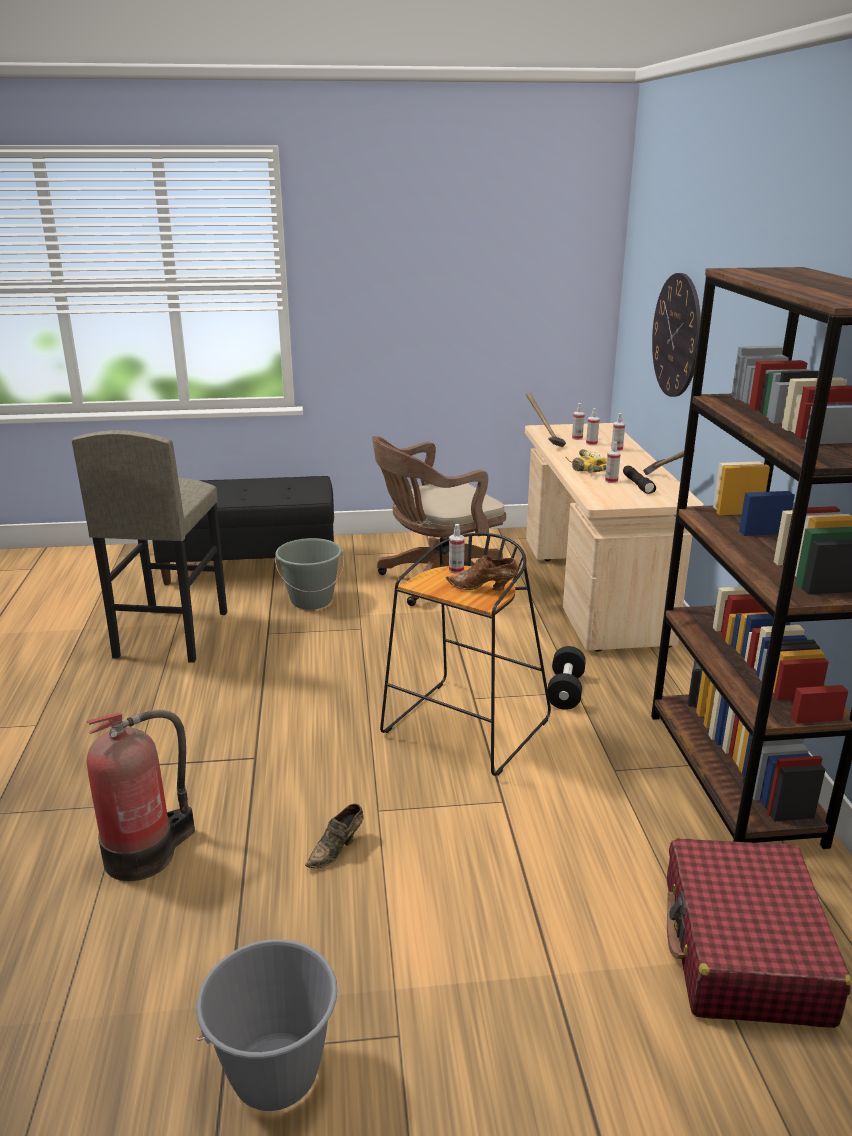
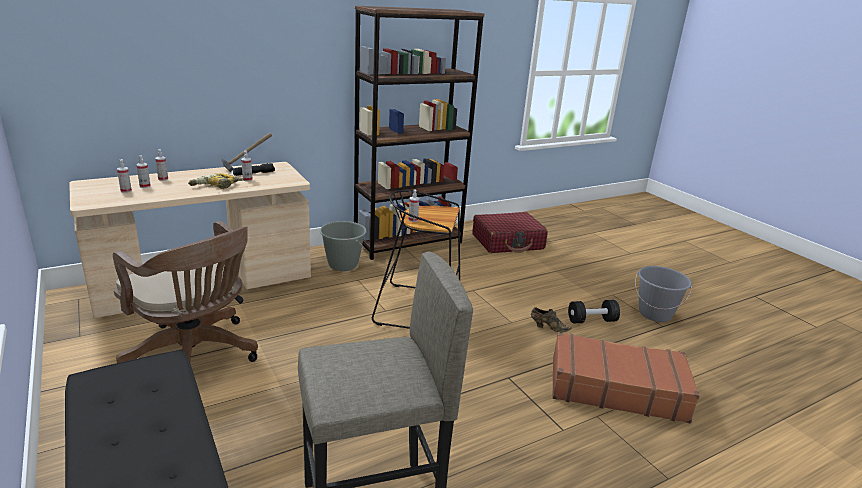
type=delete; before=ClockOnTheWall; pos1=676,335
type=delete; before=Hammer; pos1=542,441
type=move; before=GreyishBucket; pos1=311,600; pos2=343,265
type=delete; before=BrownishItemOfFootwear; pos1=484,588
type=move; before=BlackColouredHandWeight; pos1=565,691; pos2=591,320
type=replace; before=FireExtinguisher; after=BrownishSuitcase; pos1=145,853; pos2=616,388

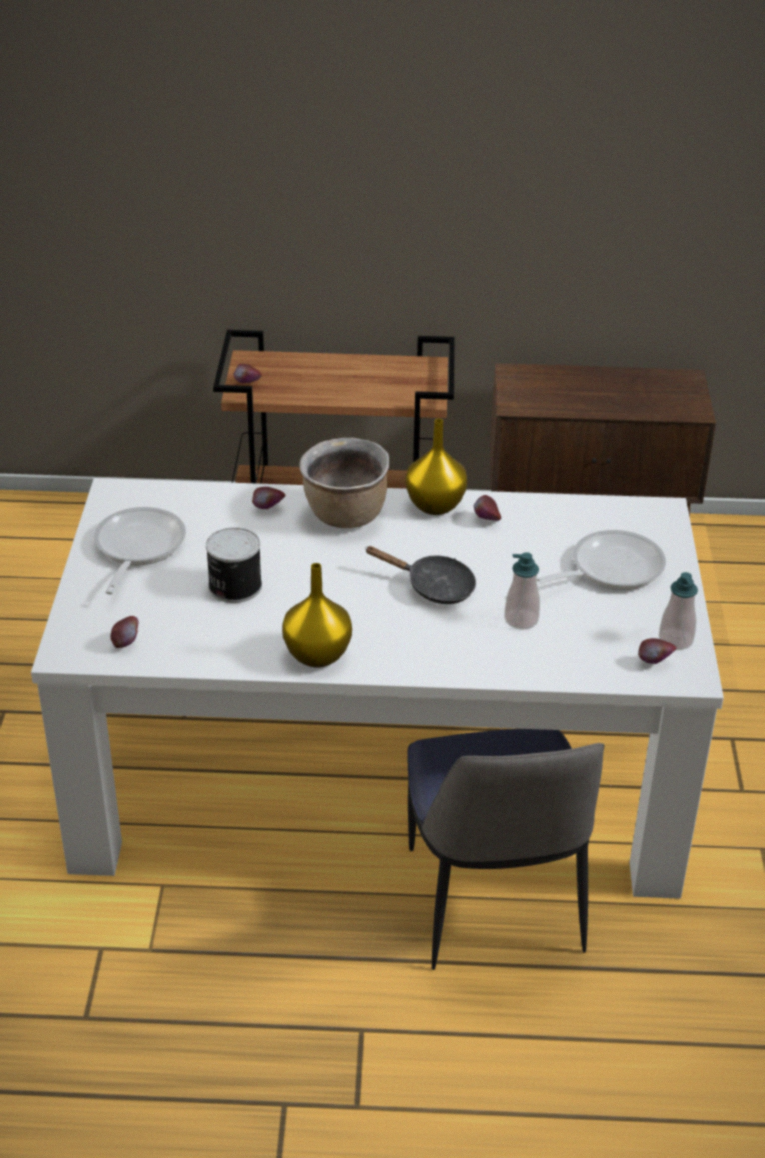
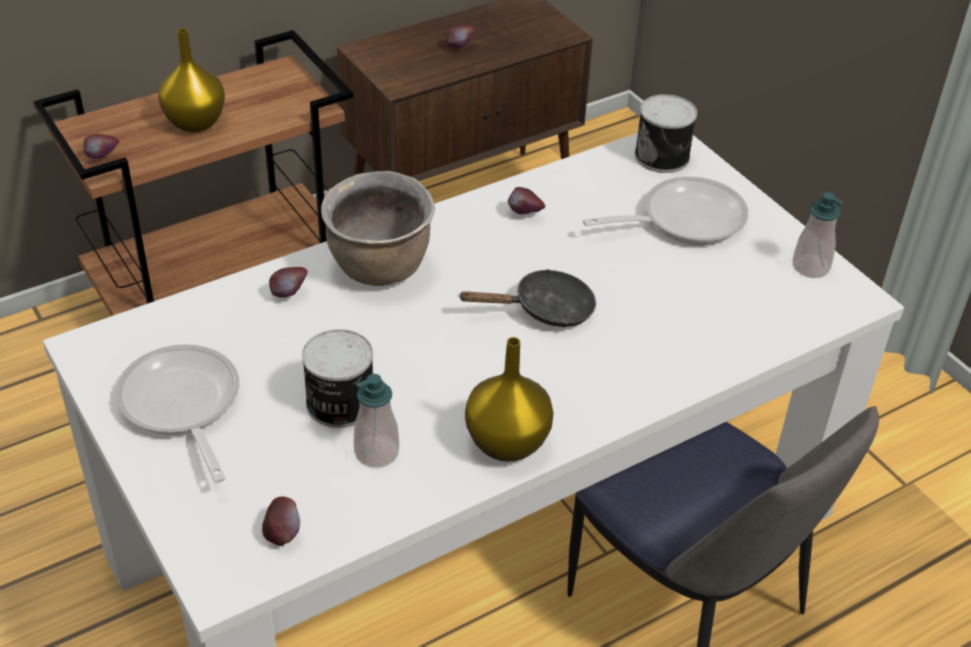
type=move; before=YellowColouredVase; pos1=434,505; pos2=194,122
type=rotate; before=Pan; pos1=609,569; pos2=683,219; turn=45
type=move; before=SoapDispenser; pos1=521,620; pos2=376,452
type=move; before=WholeApple; pos1=654,663; pos2=460,47
type=insert; after=SealedCan; pos2=663,156

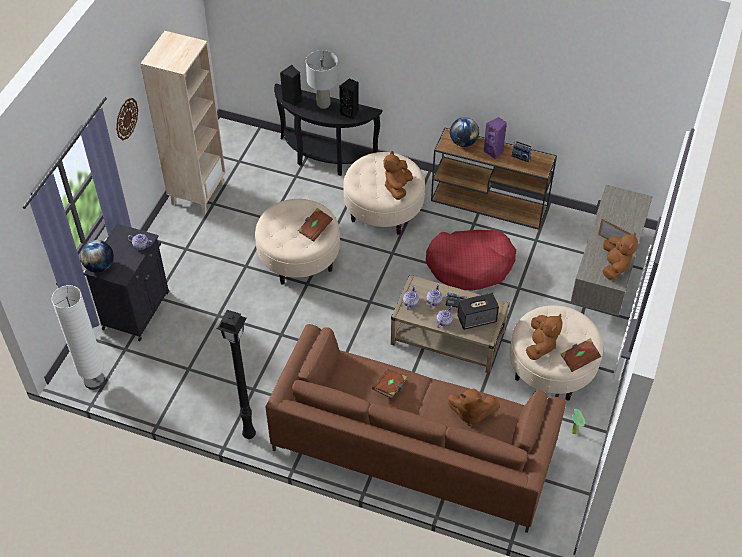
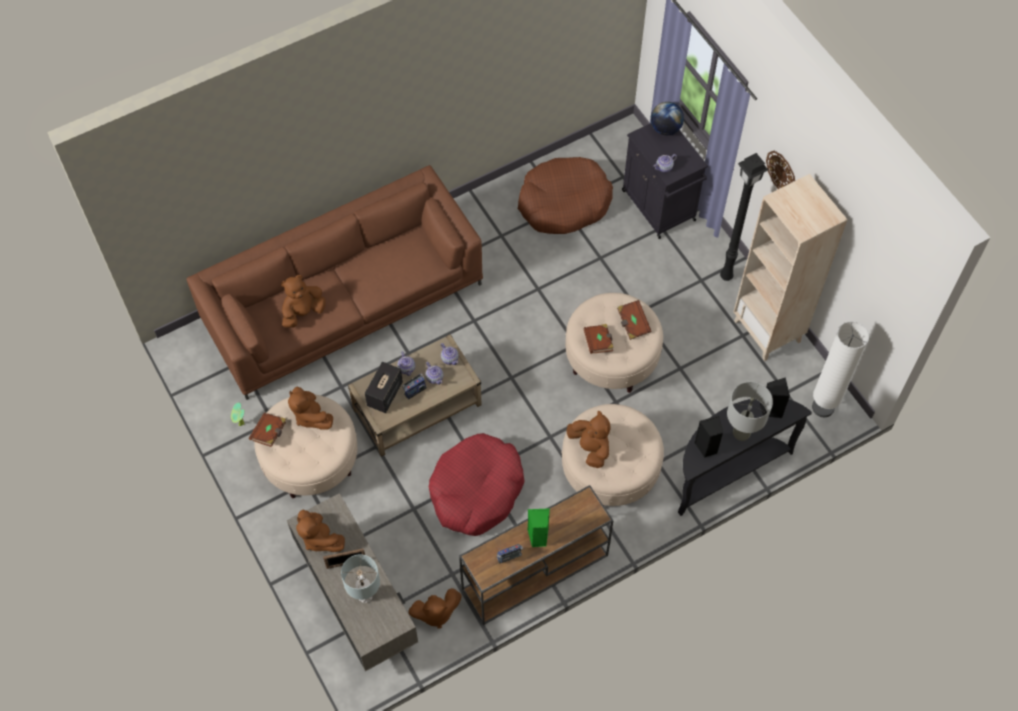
type=delete; before=Globe; pos1=463,142
type=recolor; before=PurpleSpeaker; after=GreenSpeaker; pos1=494,152; pos2=538,537
type=move; before=WhitishFloorLamp; pos1=94,381; pos2=823,407
type=move; before=BlackColouredFloorLamp; pos1=248,435; pos2=726,275
type=move; before=BrownishBook; pos1=390,387; pos2=633,324
type=insert; after=BrownishPetBed; pos2=563,203
type=insert; after=GreyishTableLamp; pos2=365,595
type=insert; after=BrownishCuddlyToy; pos2=435,613

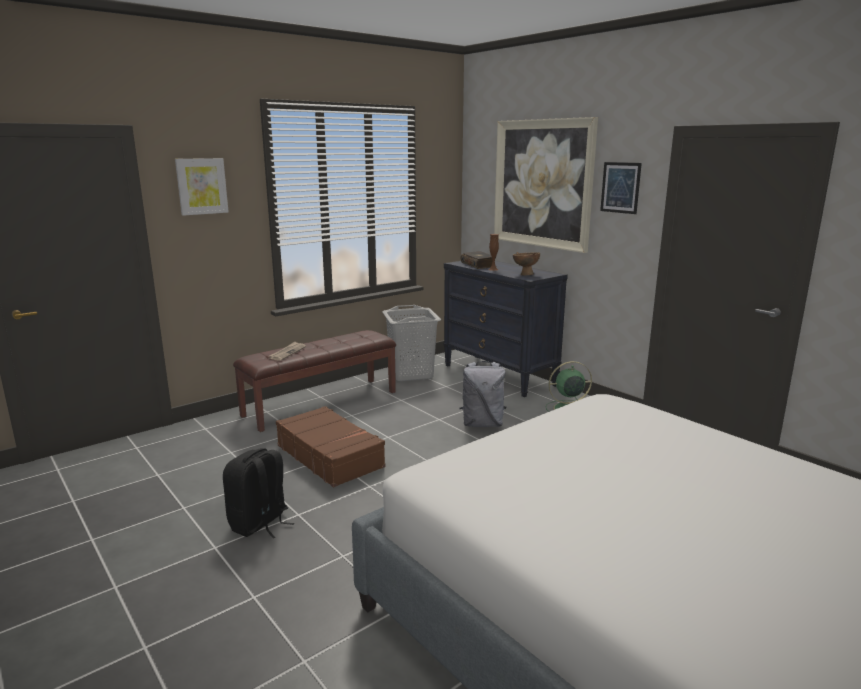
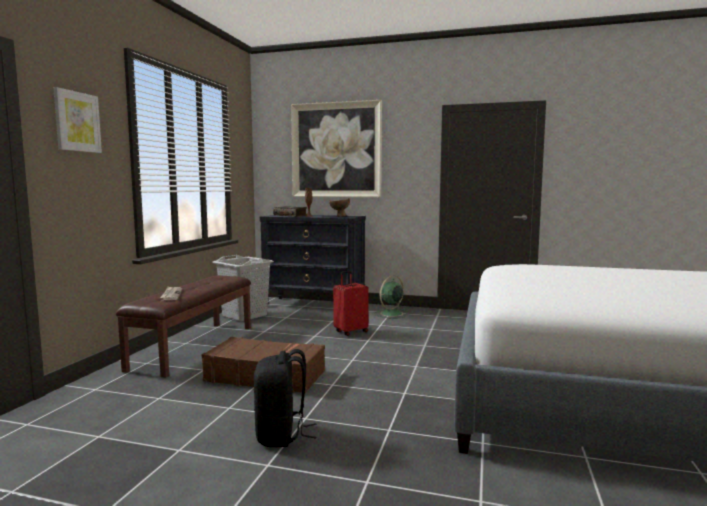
type=delete; before=WallArt; pos1=620,187
type=replace; before=GreyishBackpack; after=RedSuitcase; pos1=482,424; pos2=350,332

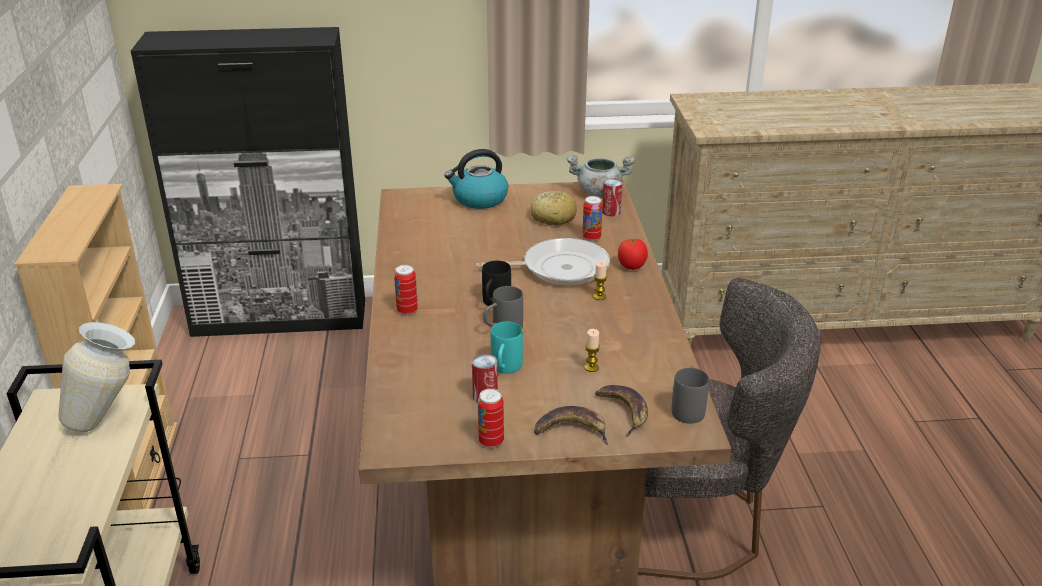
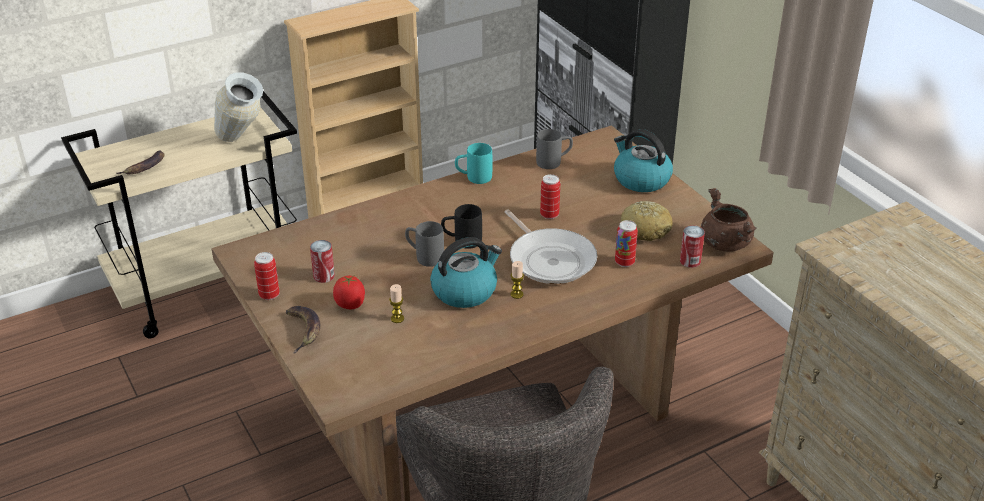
type=recolor; before=GreyishSaucepot; after=BrownishSaucepot; pos1=599,193; pos2=724,243
type=move; before=Tomato; pos1=632,266; pos2=350,304
type=move; before=SealedCan; pos1=407,310; pos2=549,215
type=move; before=BlueGreenMug; pos1=505,369; pos2=473,178
type=move; before=GreyishMug; pos1=688,408; pos2=554,162
type=move; before=WholeBanana; pos1=624,411; pos2=145,167
type=insert; after=WaterKettle; pos2=465,291

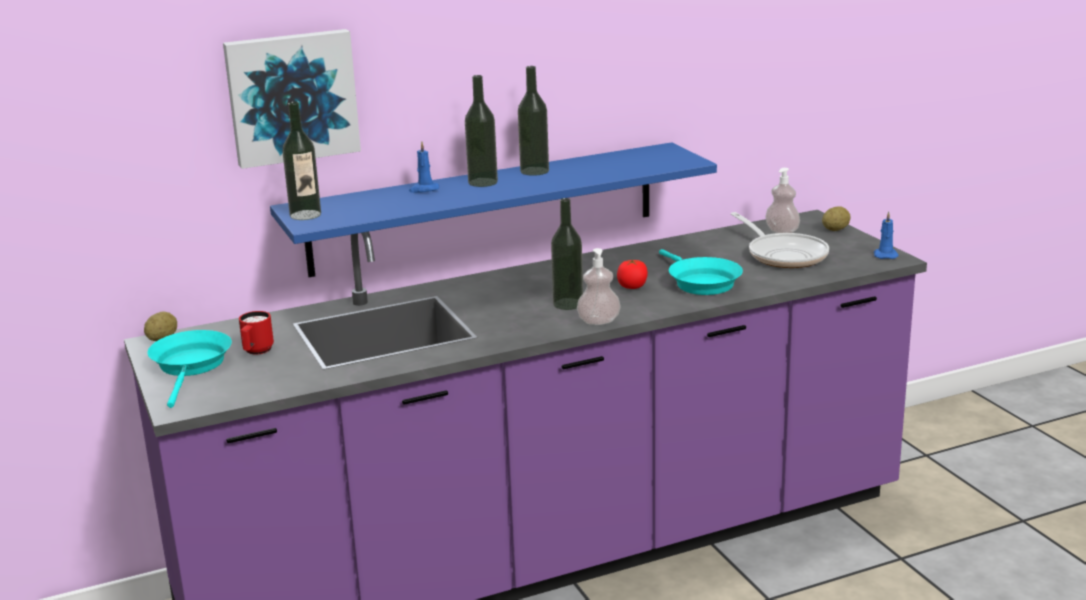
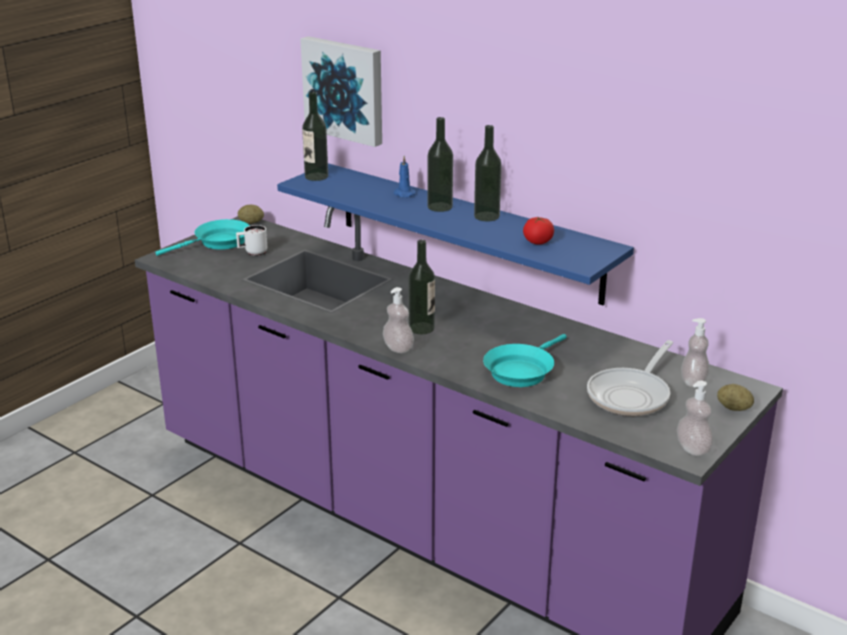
type=replace; before=BluishWaxLight; after=SoapDispenser; pos1=885,255; pos2=693,449
type=move; before=Tomato; pos1=632,286; pos2=538,242
type=recolor; before=RedMug; after=WhitishMug; pos1=256,352; pos2=252,253

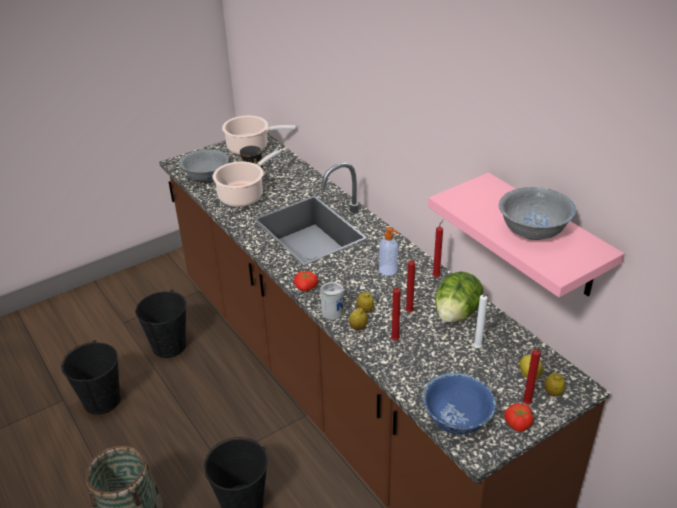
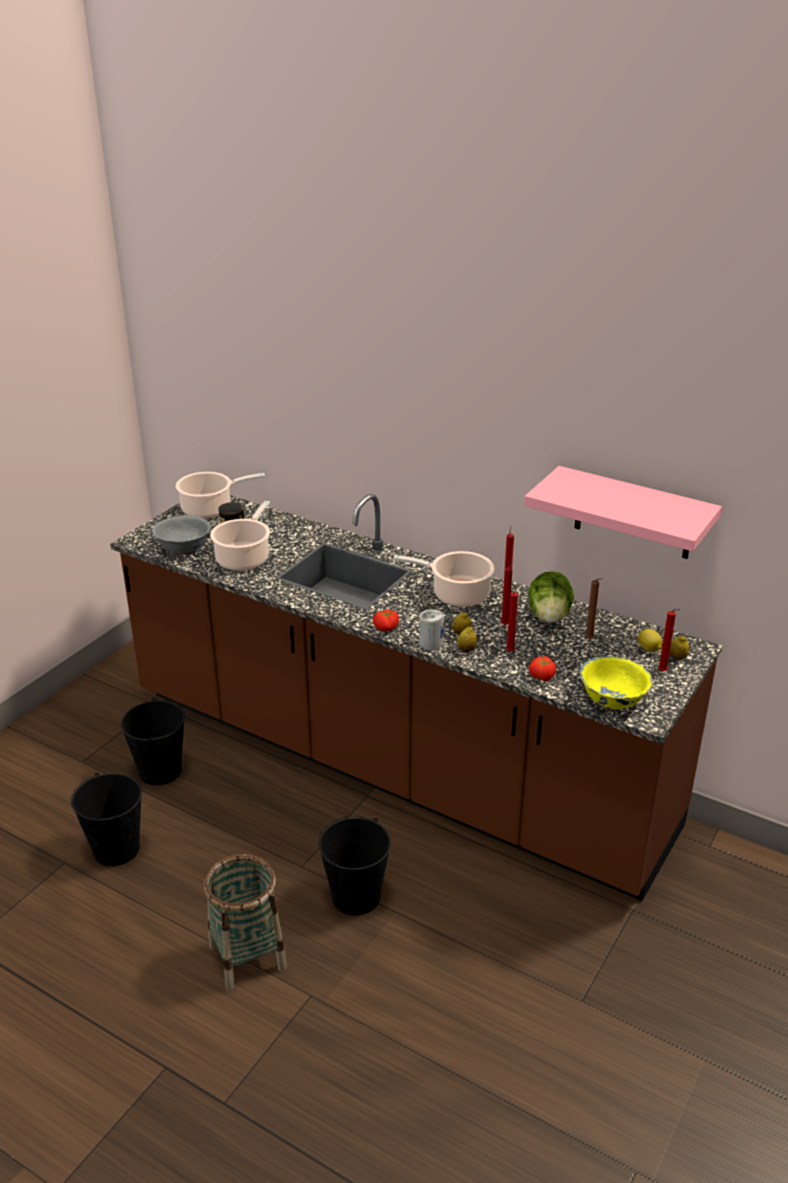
type=delete; before=GreyishDeepDish; pos1=534,230
type=replace; before=SoapDispenser; after=Saucepot; pos1=388,270; pos2=457,594
type=recolor; before=WhitishWaxLight; after=BrownishWaxLight; pos1=478,348; pos2=590,640
type=recolor; before=BluishDeepDish; after=YellowColouredDeepDish; pos1=456,418; pos2=612,698
type=move; before=Tomato; pos1=517,423; pos2=542,676

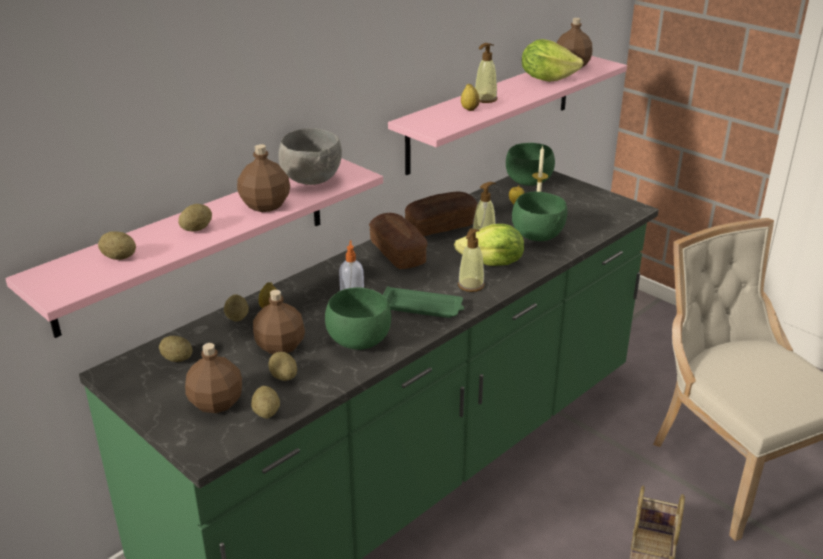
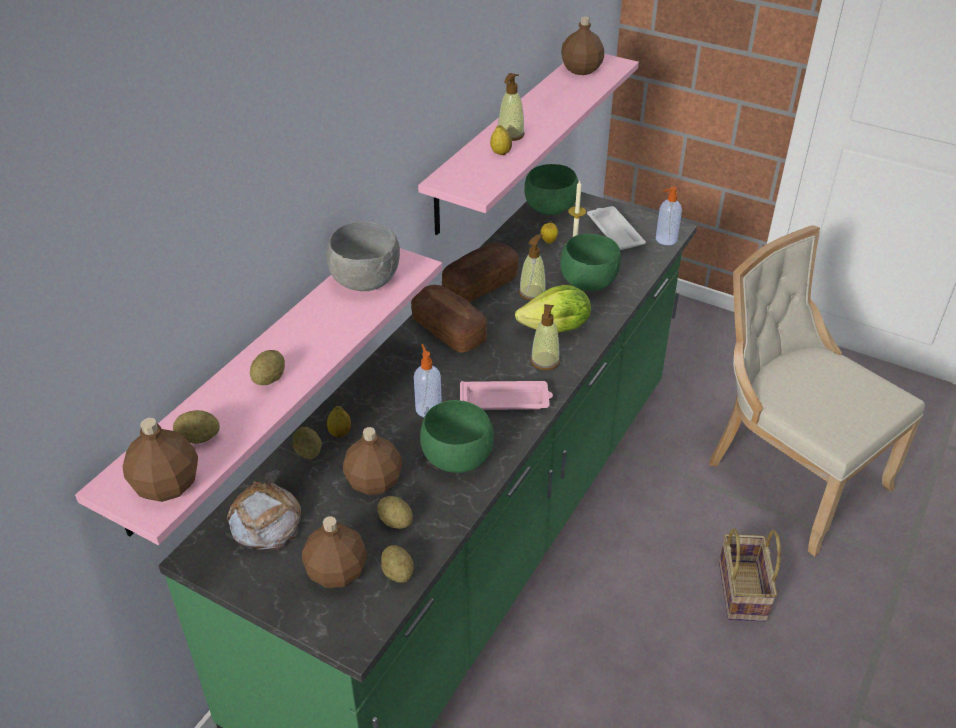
type=delete; before=LettuceHead; pos1=546,78
type=move; before=BrownishDrinkBottle; pos1=265,206; pos2=166,486
type=recolor; before=GreenCarryingTray; after=PinkCarryingTray; pos1=422,307; pos2=506,400
type=replace; before=WholePotato; after=BakedBread; pos1=177,359; pos2=265,522
type=insert; after=SoapDispenser; pos2=665,239
type=insert; after=WhitishCarryingTray; pos2=614,232

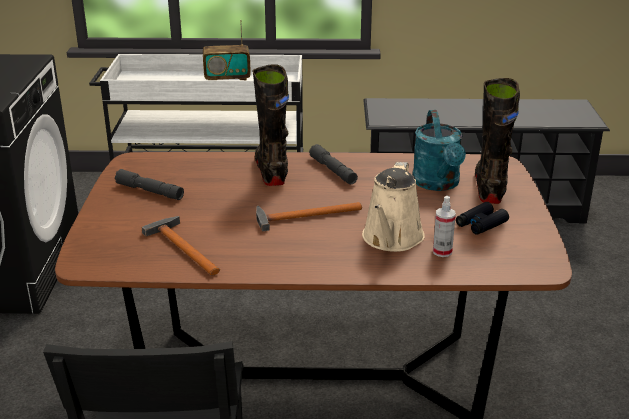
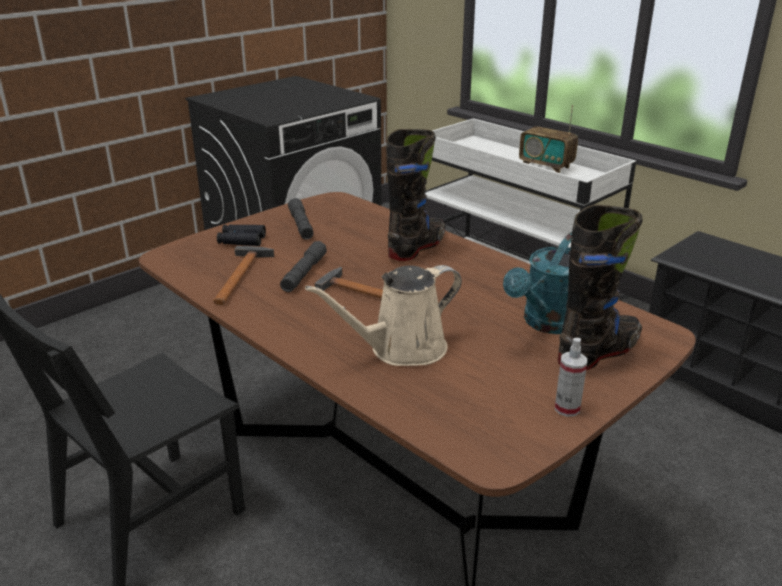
type=move; before=GreyishHandTorch; pos1=333,171; pos2=304,273
type=move; before=SprayBottle; pos1=442,252; pos2=567,408
type=move; before=BlackColouredFieldGlasses; pos1=481,224; pos2=241,240

